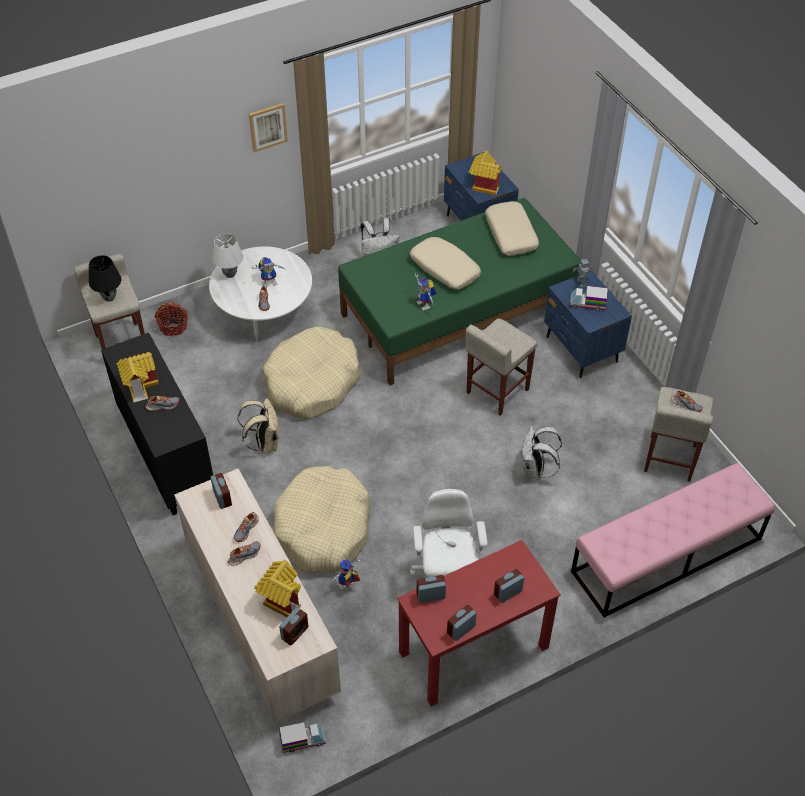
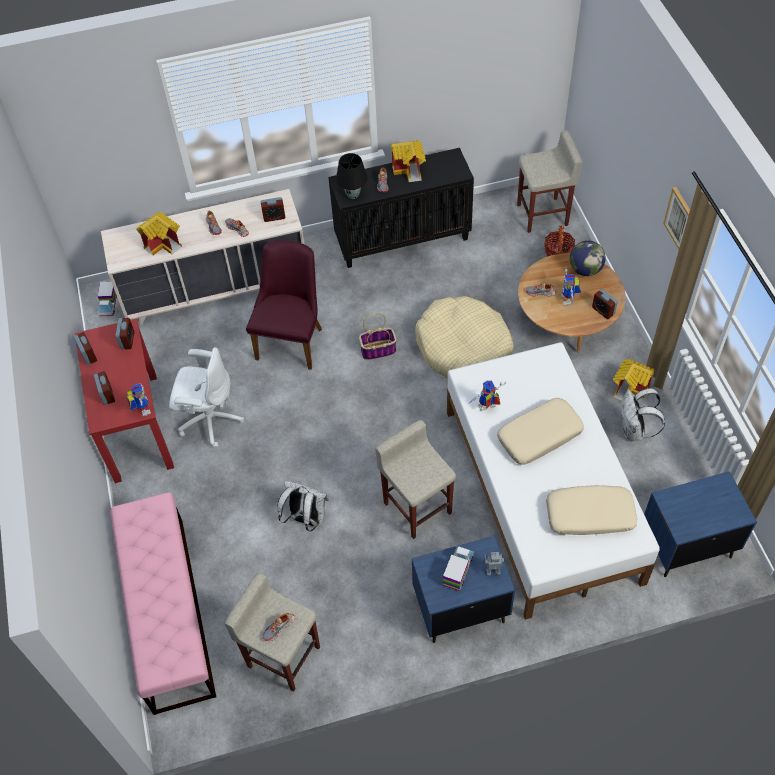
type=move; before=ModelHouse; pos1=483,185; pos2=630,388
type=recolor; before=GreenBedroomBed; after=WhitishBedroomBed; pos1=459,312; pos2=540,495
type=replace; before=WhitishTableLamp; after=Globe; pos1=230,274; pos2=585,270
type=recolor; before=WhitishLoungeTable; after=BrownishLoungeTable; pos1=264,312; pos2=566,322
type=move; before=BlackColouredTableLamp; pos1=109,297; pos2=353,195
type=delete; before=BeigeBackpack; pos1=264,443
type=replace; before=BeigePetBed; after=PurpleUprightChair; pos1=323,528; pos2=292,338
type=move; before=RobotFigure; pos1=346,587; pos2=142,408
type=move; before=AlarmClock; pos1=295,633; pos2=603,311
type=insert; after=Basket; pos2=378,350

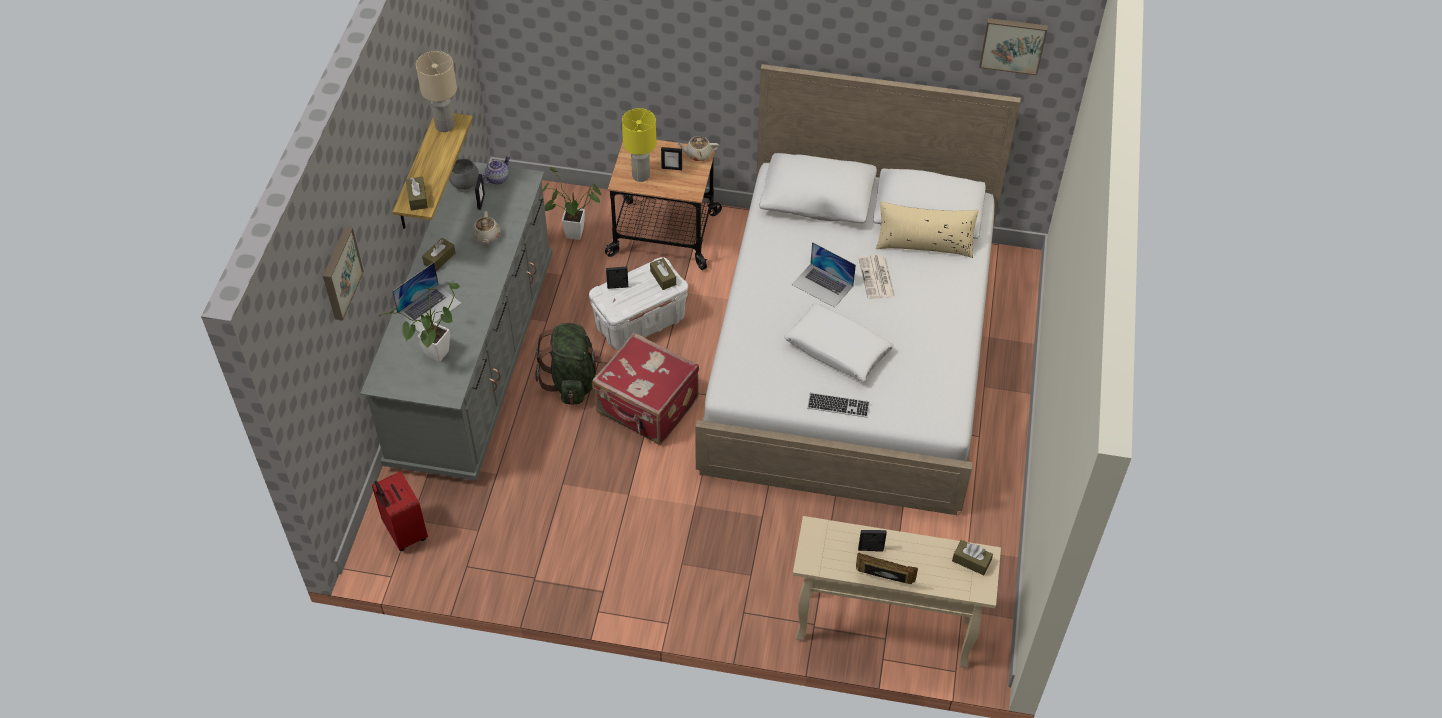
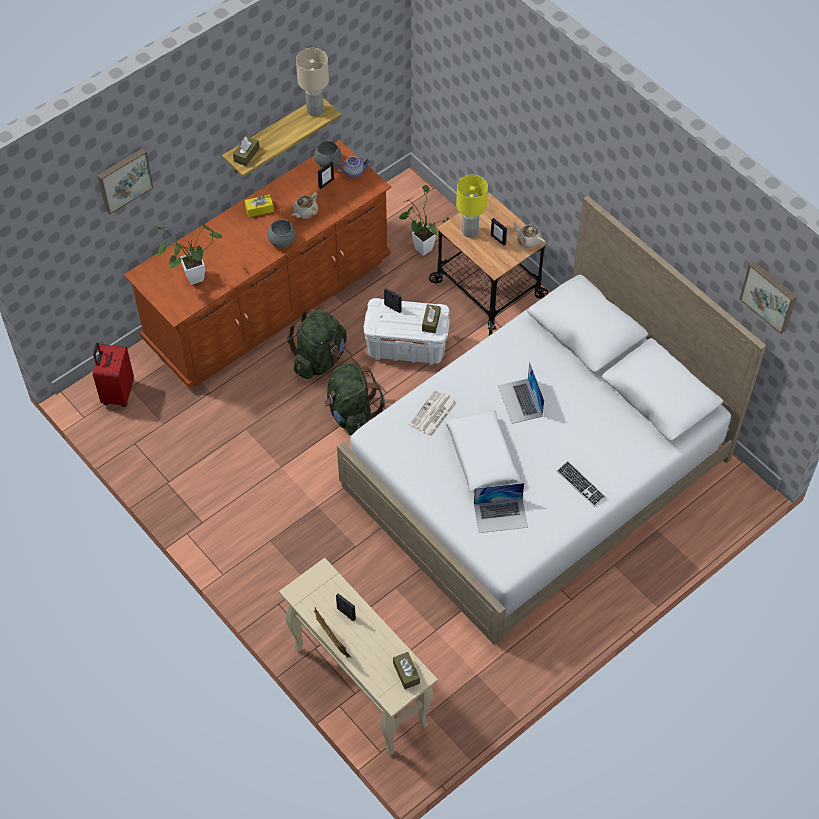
type=recolor; before=GreyishChestOfDrawers; after=BrownishChestOfDrawers; pos1=473,360; pos2=268,300
type=delete; before=BeigeThrowPillow; pos1=924,244
type=recolor; before=BrownishBoxOfTissues; after=YellowColouredBoxOfTissues; pos1=439,259; pos2=259,209
type=move; before=PrintedPaper; pos1=877,278; pos2=433,414
type=move; before=Laptop; pos1=429,308; pos2=500,515
type=replace; before=RedSuitcase; after=GreenBackpack; pos1=647,408; pos2=351,413
type=move; before=Keyboard; pos1=838,406; pos2=580,484
type=insert; after=GreyishDeepDish; pos2=282,241

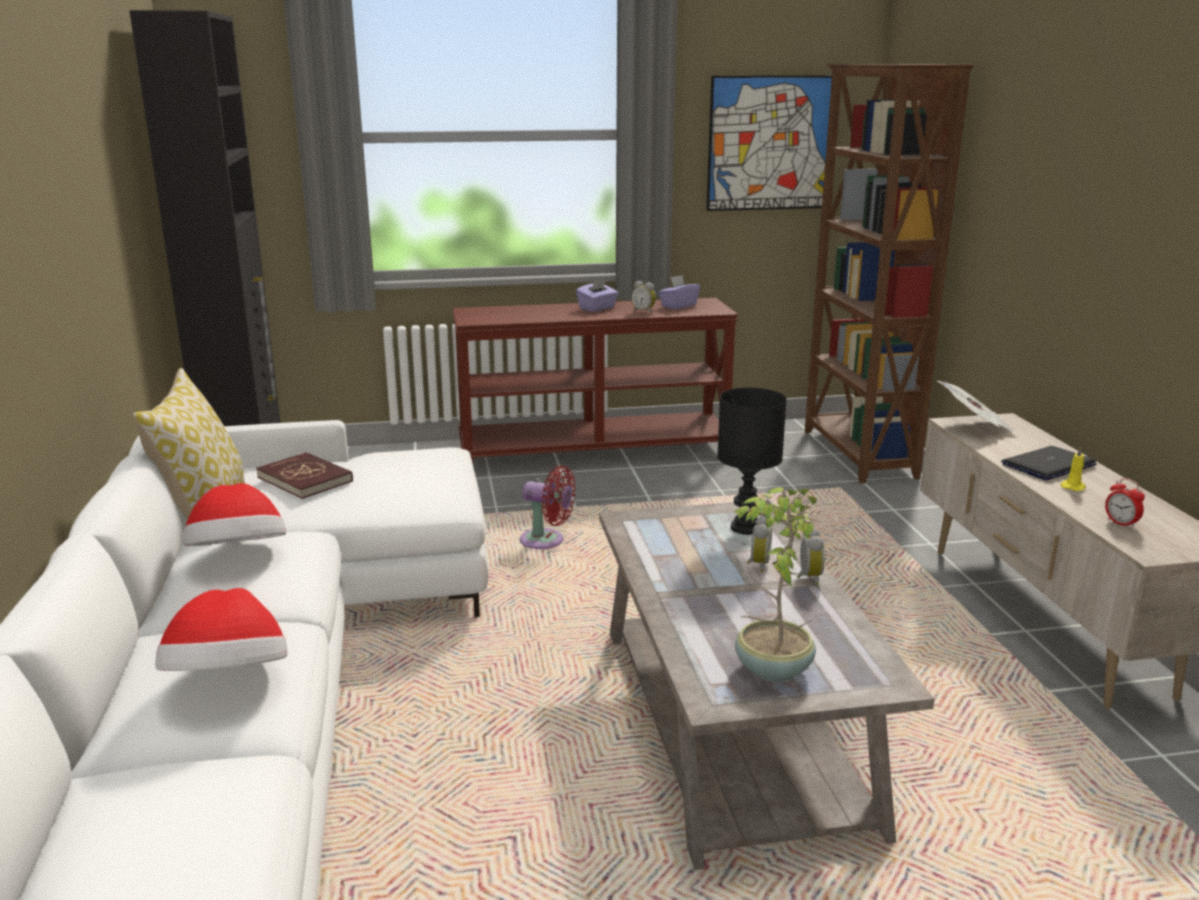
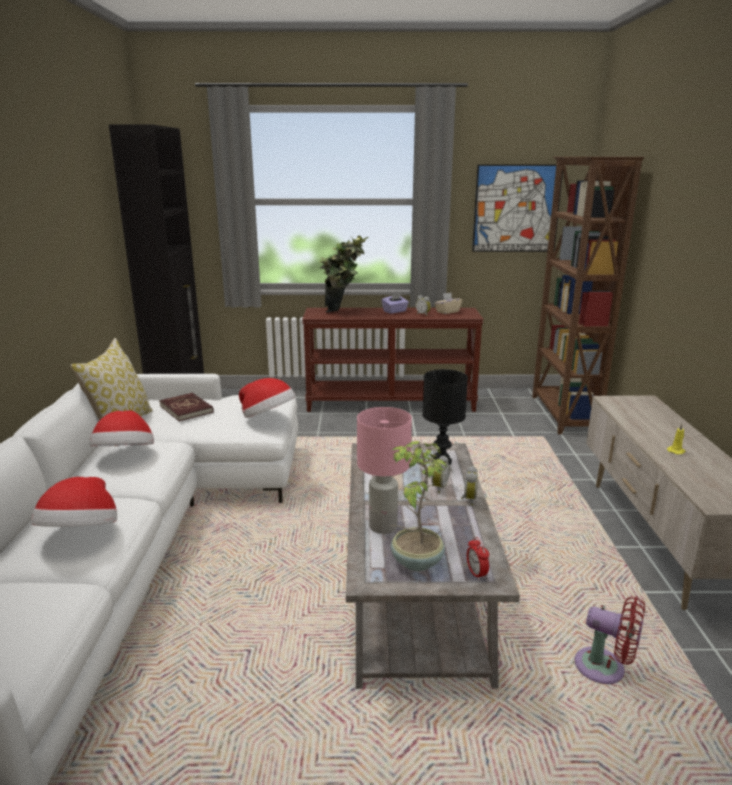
type=recolor; before=PurpleBoxOfTissues; after=BeigeBoxOfTissues; pos1=678,305; pos2=447,312
type=delete; before=PrintedPaper; pos1=975,427
type=delete; before=Laptop; pos1=1048,465
type=move; before=RedCoolingFan; pos1=546,541; pos2=605,669
type=move; before=AlarmClock; pos1=1121,523; pos2=476,573
type=insert; after=Houseplant; pos2=344,313
type=insert; after=Hat; pos2=268,418
type=insert; after=PinkTableLamp; pos2=383,527

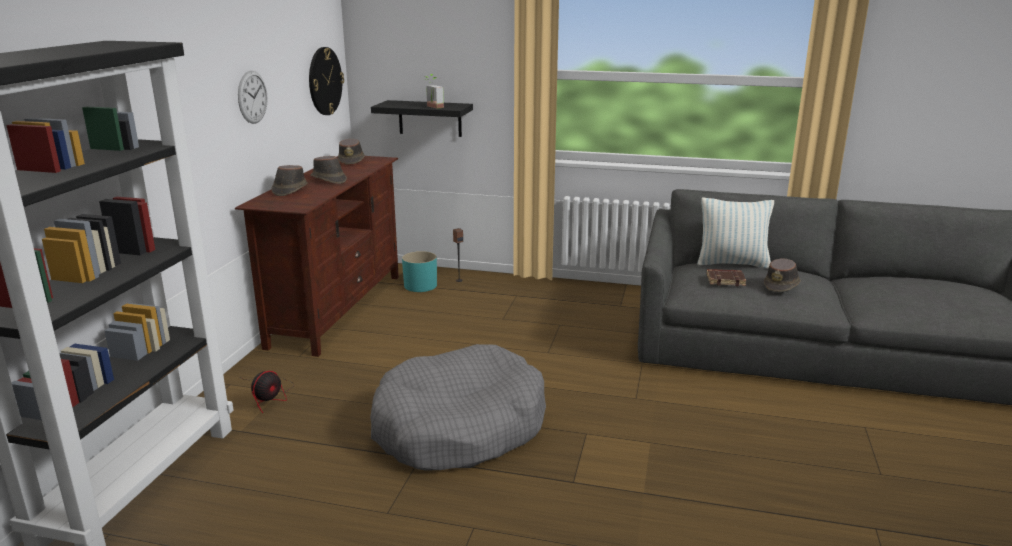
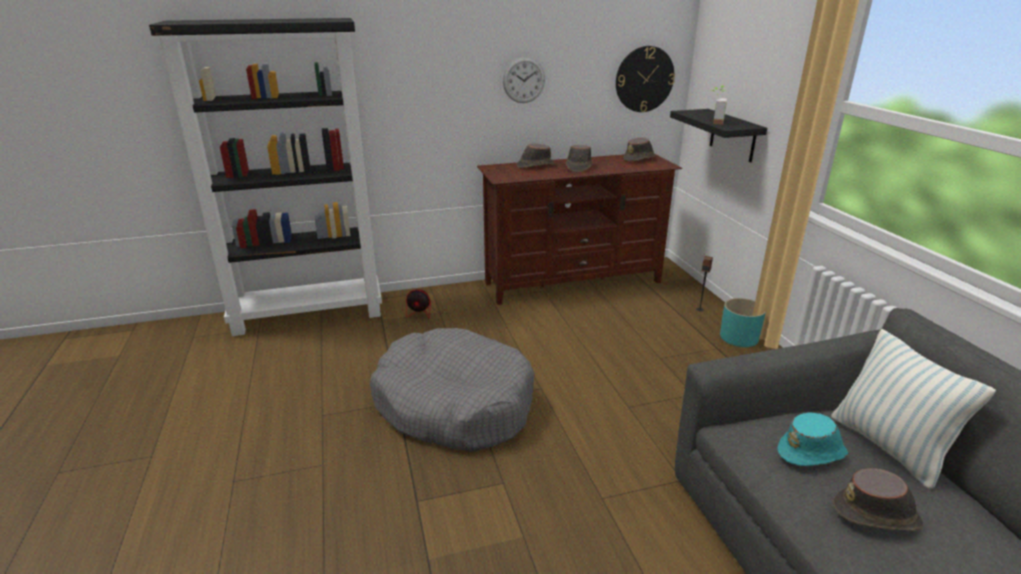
type=move; before=BlueGreenPlanter; pos1=420,285; pos2=739,337
type=replace; before=BrownishBook; after=BlueGreenHat; pos1=725,280; pos2=812,452

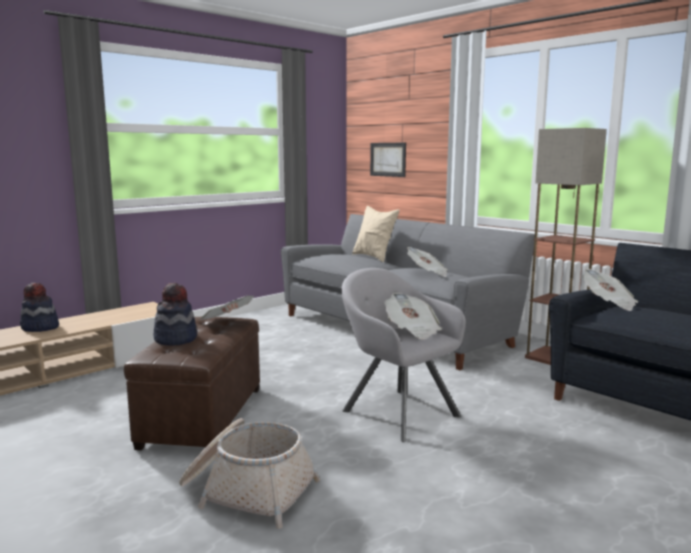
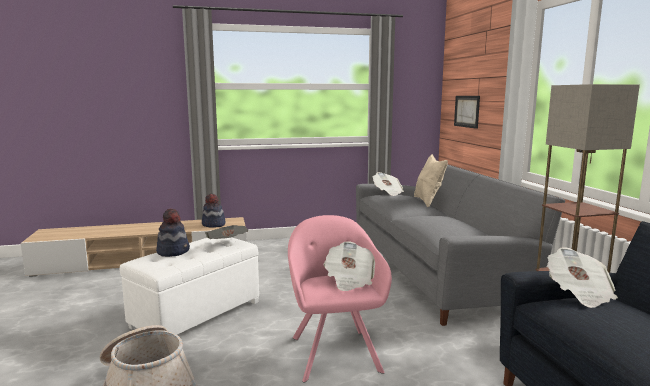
type=move; before=PrintedPaper; pos1=427,273; pos2=388,192
type=recolor; before=GreyishEasyChair; after=PinkEasyChair; pos1=396,411; pos2=334,351
type=move; before=Hat; pos1=40,328; pos2=213,225
type=recolor; before=BrownishOttoman; after=WhitishOttoman; pos1=202,417; pos2=196,314

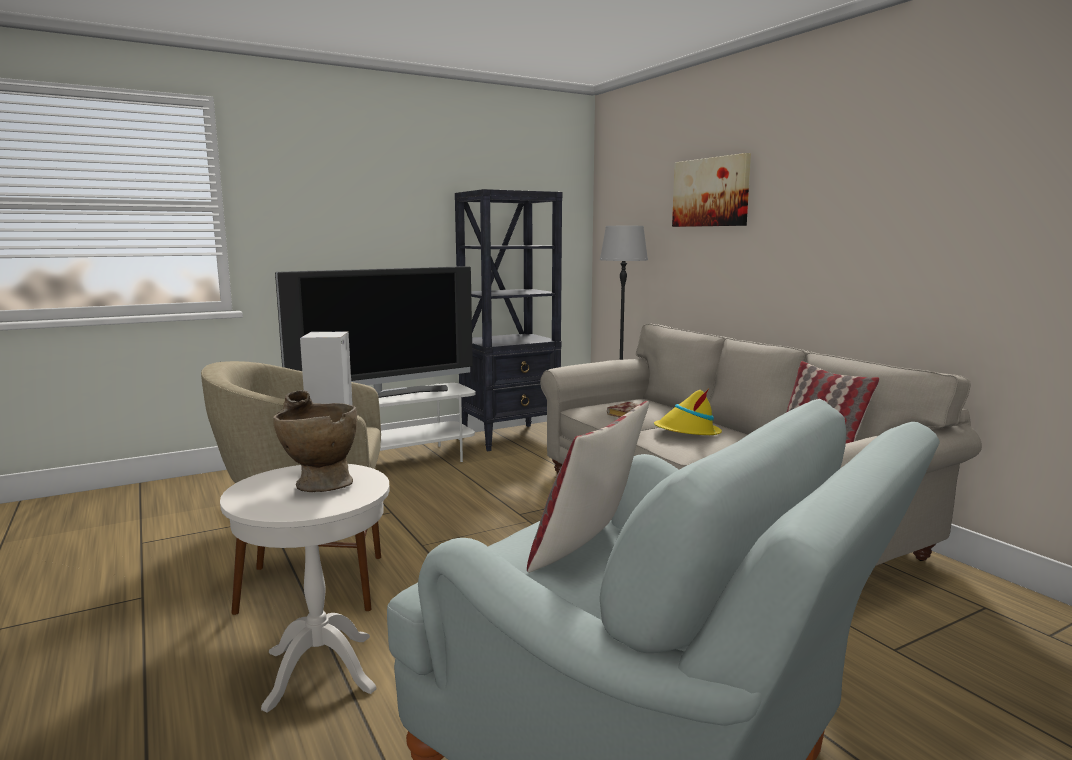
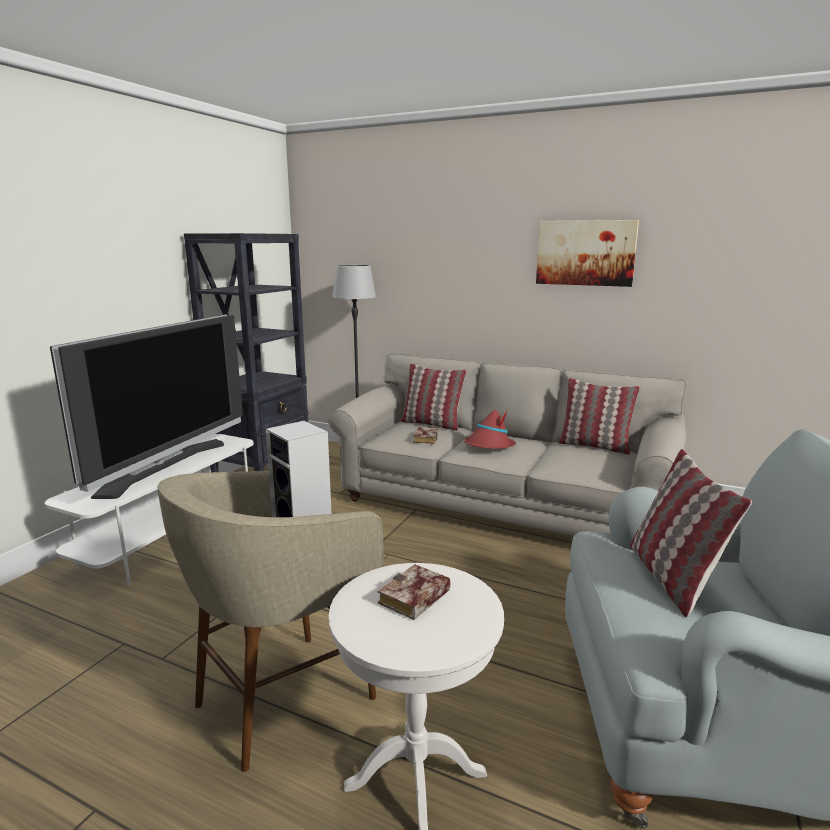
type=move; before=WallArt; pos1=711,192; pos2=585,253
type=recolor; before=YellowColouredHat; after=RedHat; pos1=687,433; pos2=489,446
type=replace; before=BeigeVase; after=Book; pos1=317,483; pos2=414,599
type=insert; after=ThrowPillow; pos2=431,424

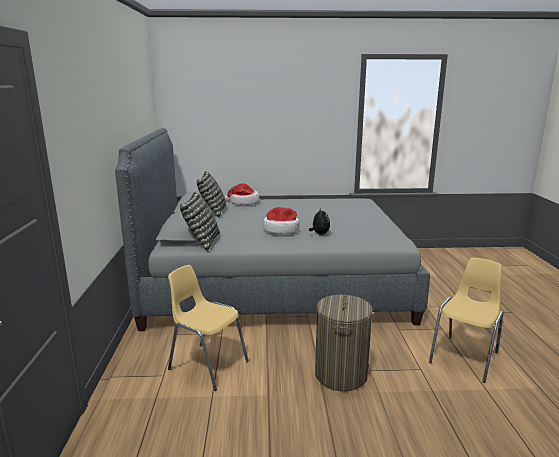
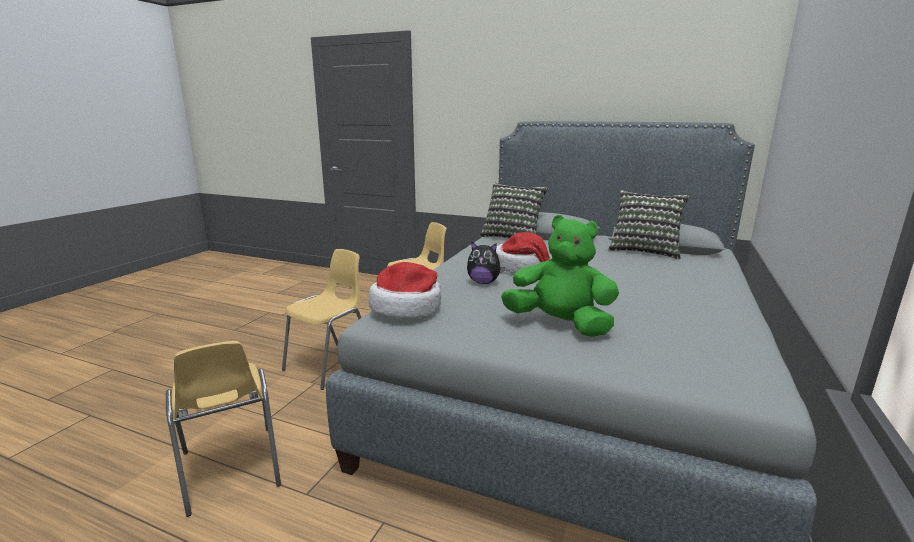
type=move; before=Hat; pos1=243,202; pos2=407,307
type=replace; before=LaundryBasket; after=YellowColouredUprightChair; pos1=340,375; pos2=331,365
type=insert; after=GreenCuddlyToy; pos2=560,324

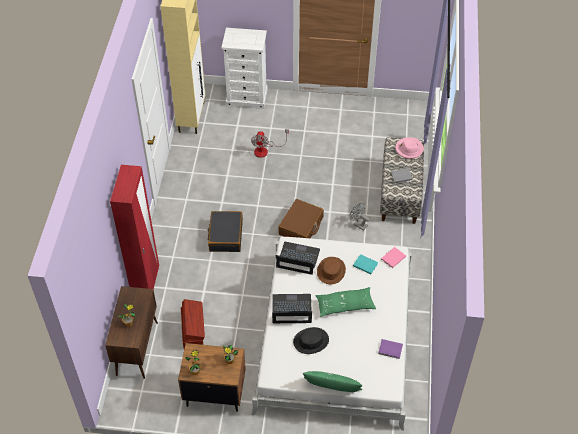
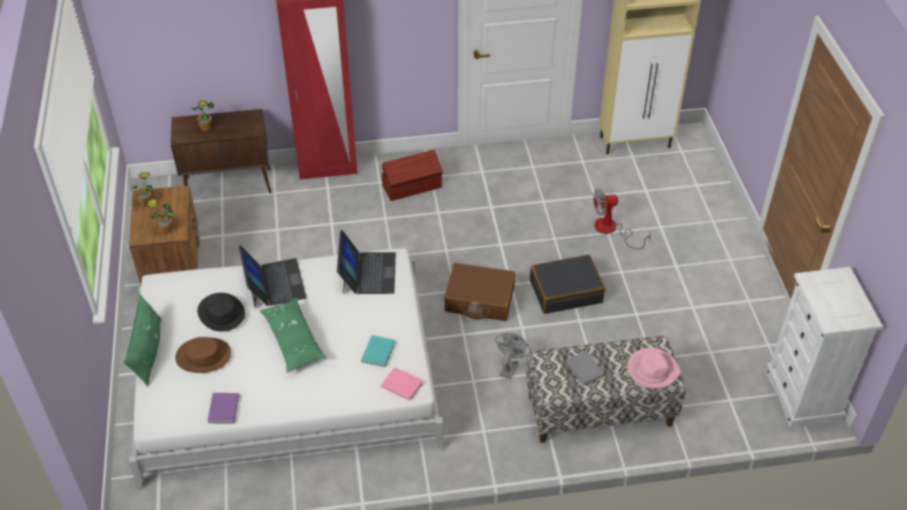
type=move; before=WhitishChestOfDrawers; pos1=247,97; pos2=803,395
type=move; before=BlackColouredSuitcase; pos1=225,236; pos2=566,291
type=move; before=BrownishHat; pos1=331,271; pos2=203,356
type=move; before=BrownishStorageContainer; pos1=193,330; pos2=412,187

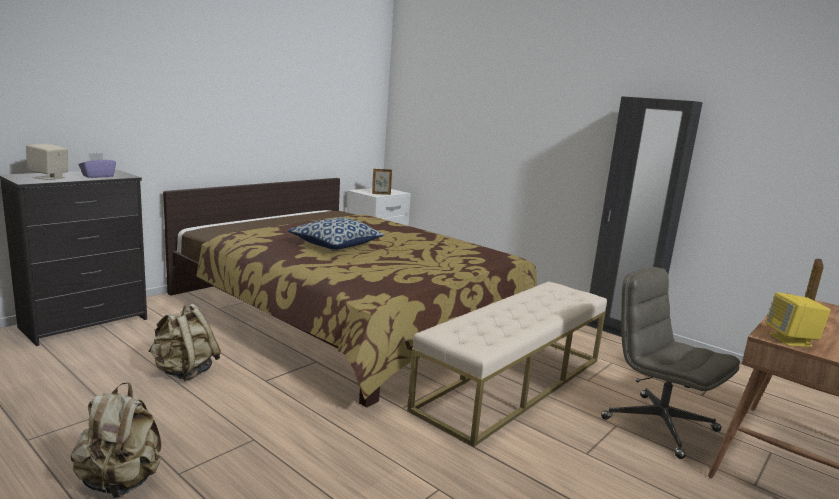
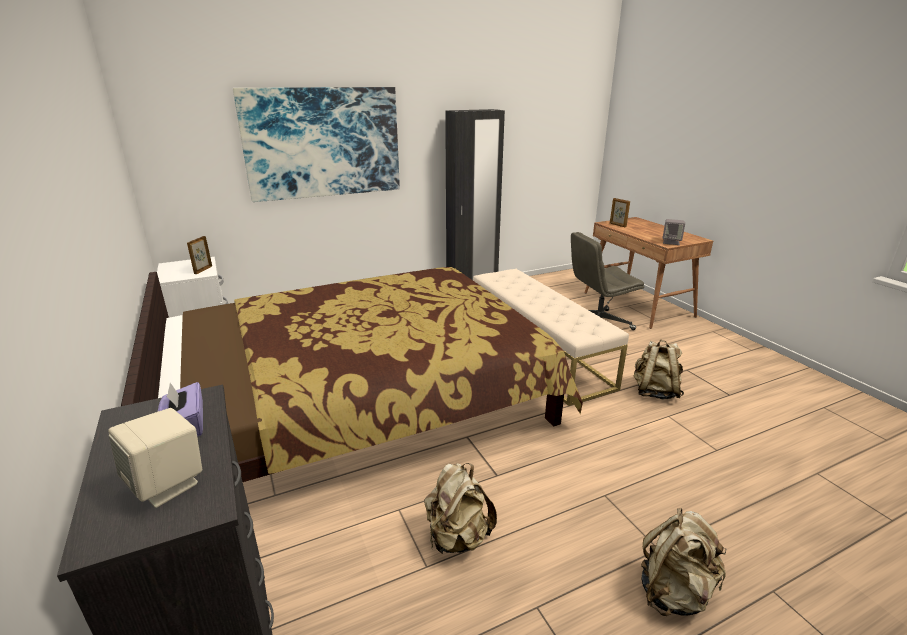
type=delete; before=ThrowPillow; pos1=336,245
type=recolor; before=YellowColouredSpeaker; after=GreyishSpeaker; pos1=791,340; pos2=671,242
type=insert; after=WallArt; pos2=323,143
type=insert; after=BeigeBackpack; pos2=654,392

